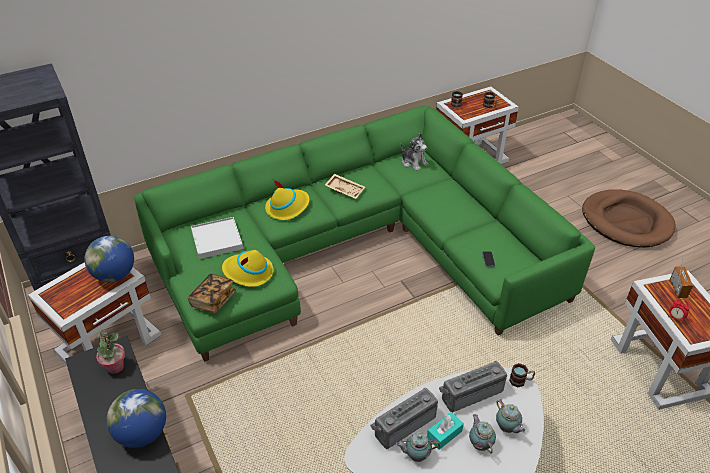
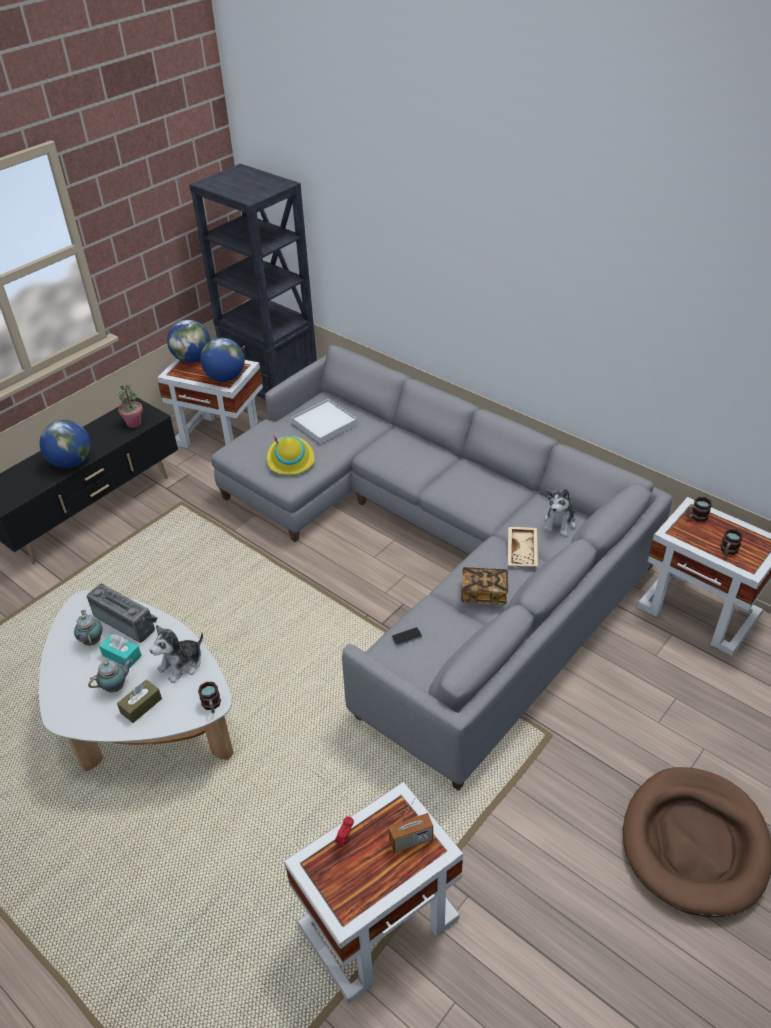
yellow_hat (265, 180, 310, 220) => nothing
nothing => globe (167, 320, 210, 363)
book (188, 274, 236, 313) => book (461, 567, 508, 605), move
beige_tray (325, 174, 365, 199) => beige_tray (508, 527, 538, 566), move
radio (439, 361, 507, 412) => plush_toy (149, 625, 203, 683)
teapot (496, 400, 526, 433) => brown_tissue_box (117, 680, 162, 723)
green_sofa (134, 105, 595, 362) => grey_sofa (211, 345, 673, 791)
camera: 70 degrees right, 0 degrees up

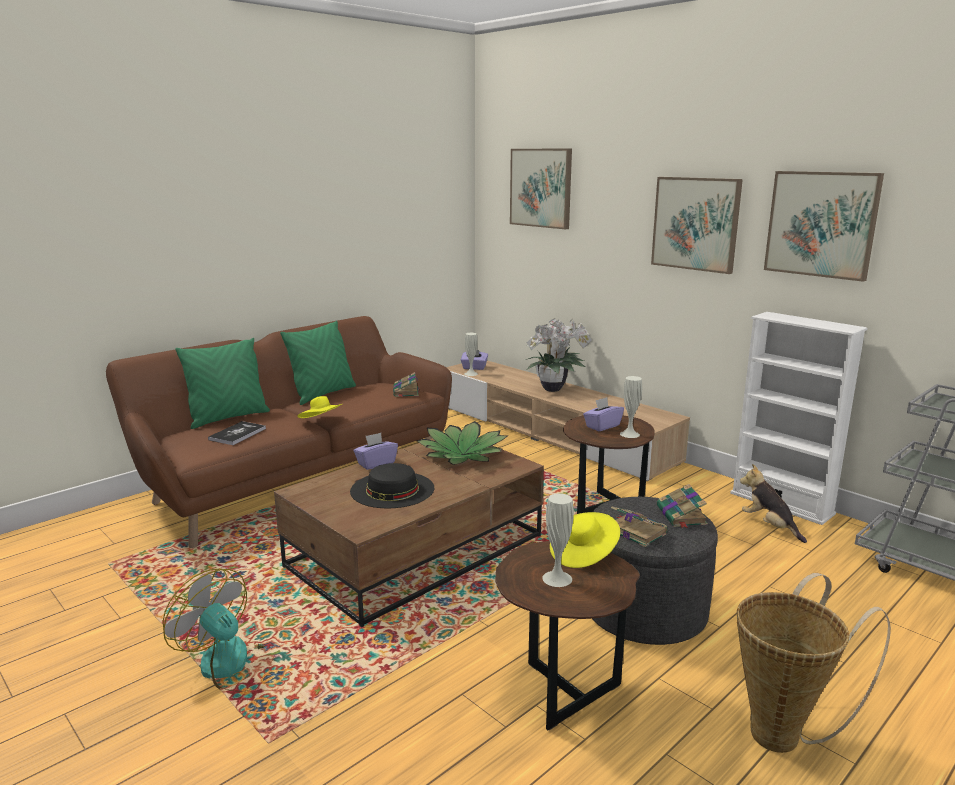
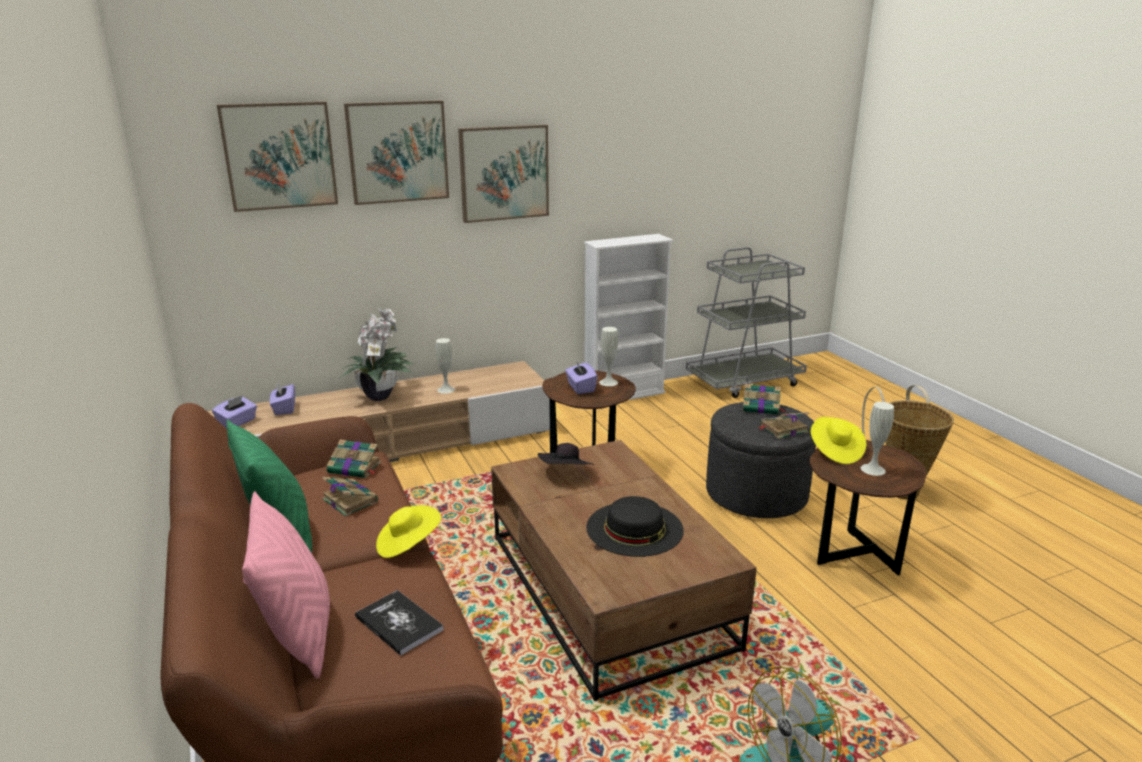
plush_toy (740, 464, 807, 543) => nothing
nothing => book (322, 477, 378, 517)
purple_tissue_box (353, 433, 398, 470) => purple_tissue_box (270, 382, 295, 415), move
white_vase (464, 333, 478, 376) => white_vase (435, 338, 455, 393), move
picture (764, 171, 884, 282) => picture (344, 100, 449, 205), move
potted_plant (417, 421, 507, 465) => black_hat (538, 443, 593, 465)
green_pillow (176, 338, 270, 429) => pink_pillow (242, 491, 330, 679)
camera: 70 degrees left, 5 degrees up

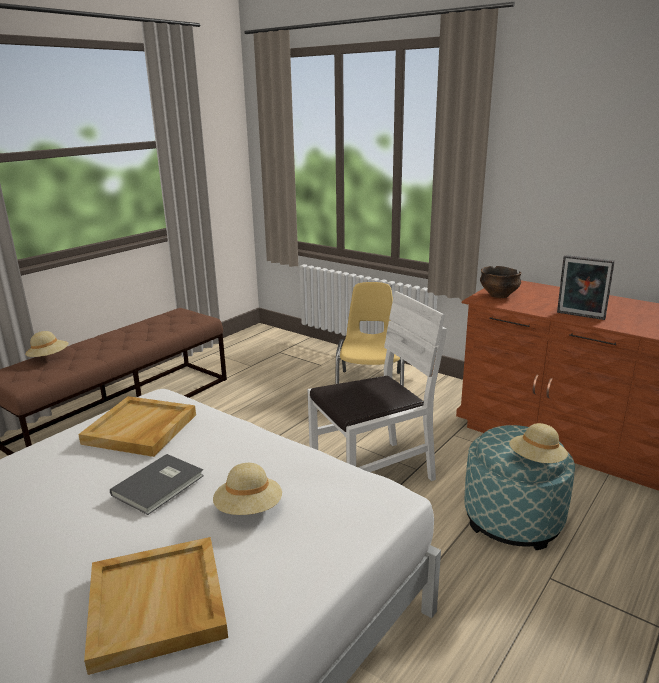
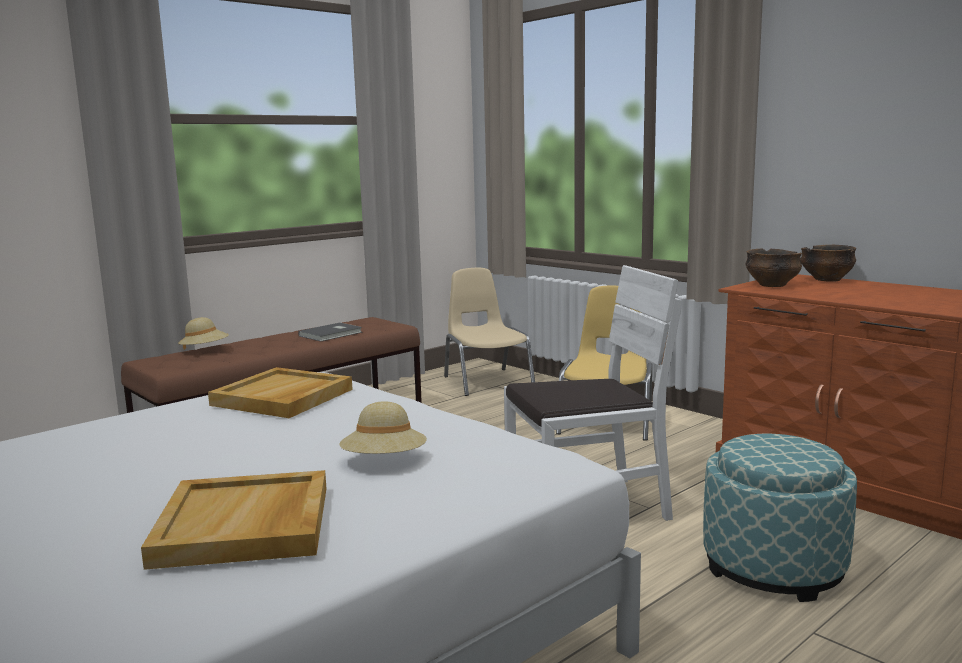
beige_hat (509, 423, 568, 463) => nothing
picture_frame (557, 255, 615, 320) => nothing
nothing => beige_chair (444, 268, 535, 396)
nothing => bowl (801, 245, 856, 282)
grey_book (110, 454, 204, 515) => grey_book (298, 323, 362, 342), move
camera: 10 degrees right, 10 degrees down

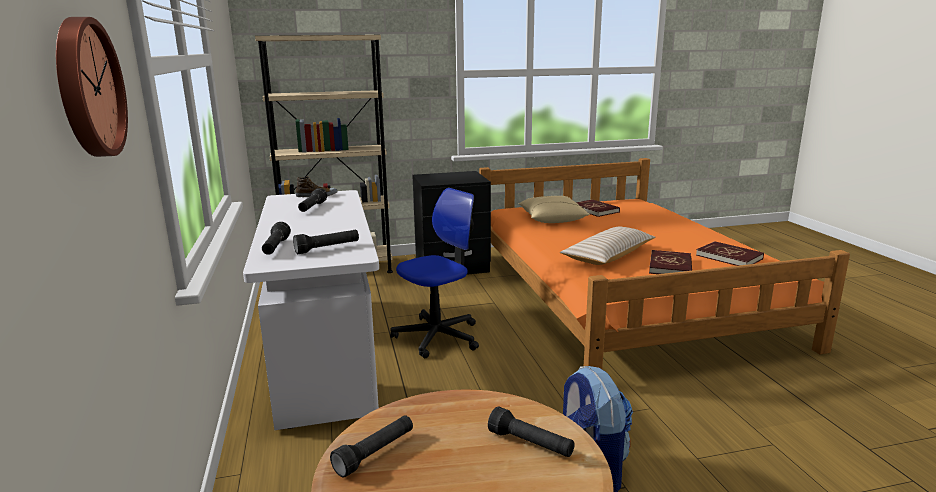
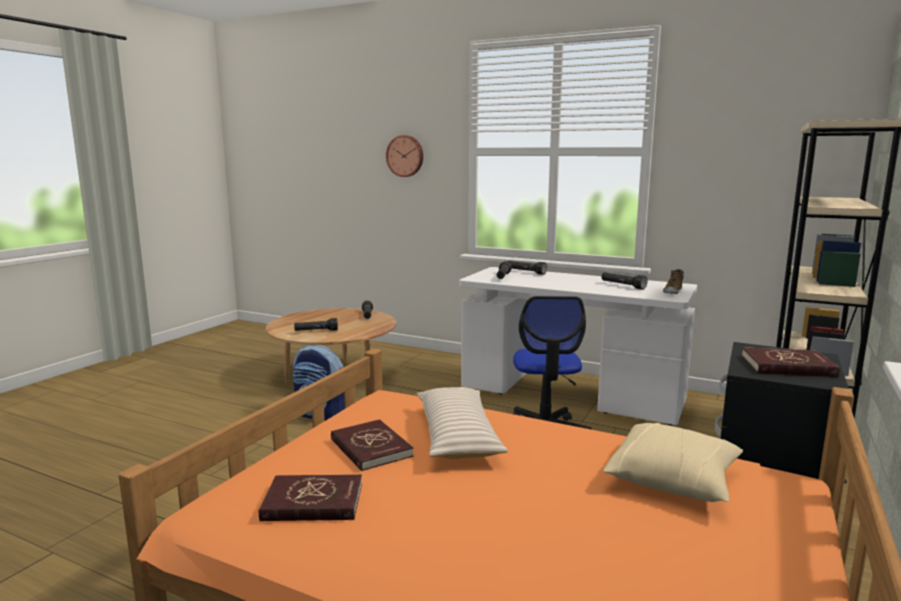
red_book (576, 199, 620, 217) => red_book (742, 347, 840, 377), move
camera: 130 degrees right, 5 degrees down

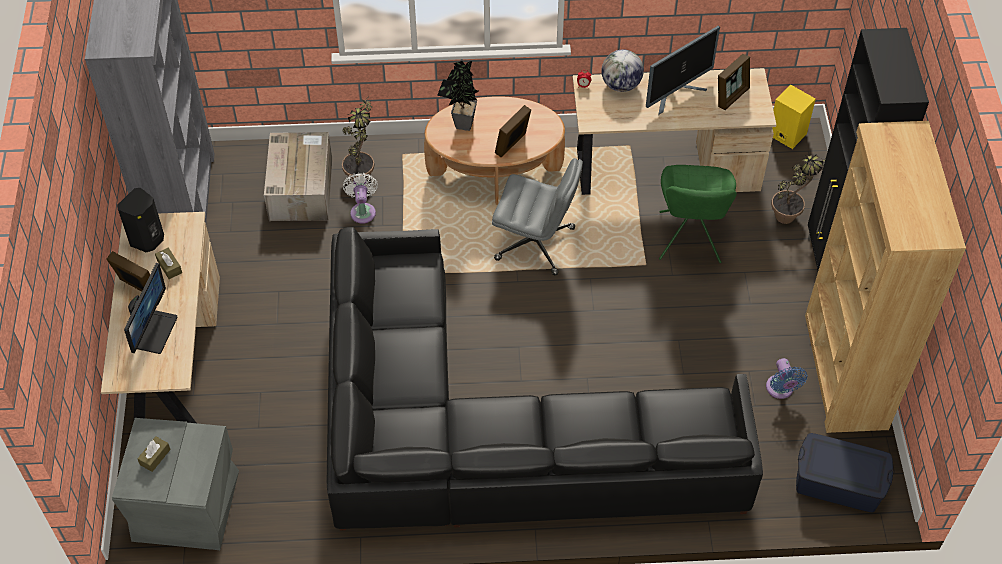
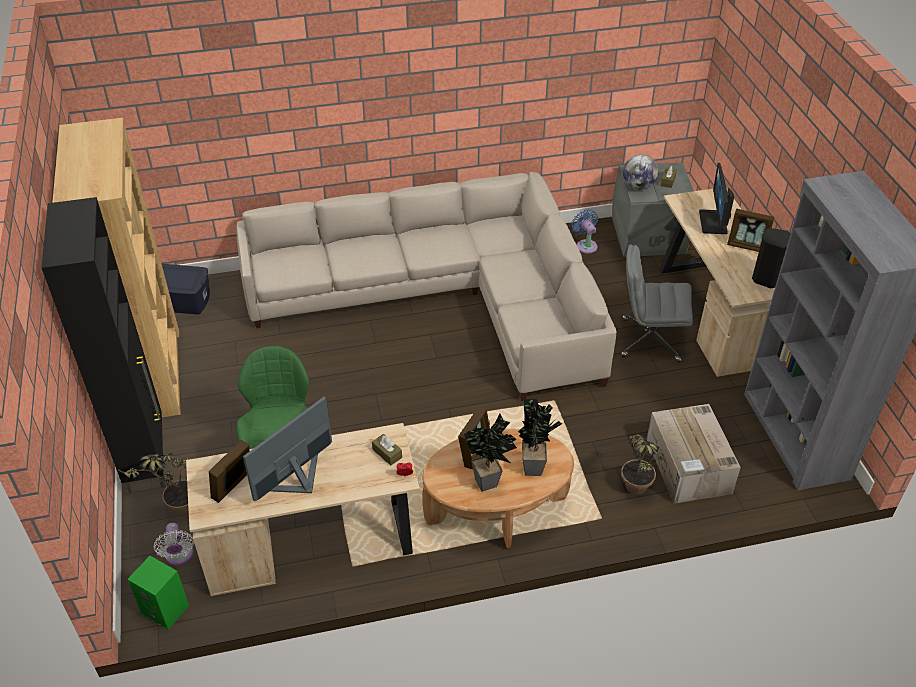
nothing => potted_plant (464, 413, 517, 492)
brown_tissue_box (155, 248, 182, 279) => brown_tissue_box (372, 434, 402, 466), move
white_fan (343, 173, 378, 224) => white_fan (153, 523, 194, 565), move
grey_office_chair (492, 158, 583, 275) => grey_office_chair (621, 244, 693, 363), move
globe (601, 49, 644, 92) => globe (623, 154, 658, 190), move
blue_fan (766, 358, 807, 399) => blue_fan (572, 209, 598, 254), move
black_sofa (327, 227, 763, 530) => beige_sofa (237, 172, 617, 401)
yellow_speaker (772, 85, 816, 149) => green_speaker (127, 556, 189, 629)
camera: 170 degrees right, 10 degrees down

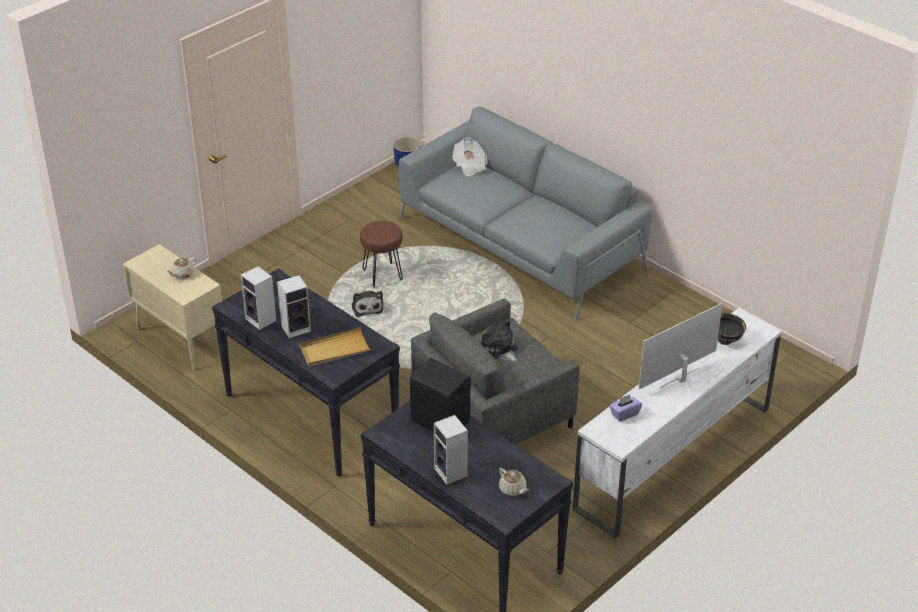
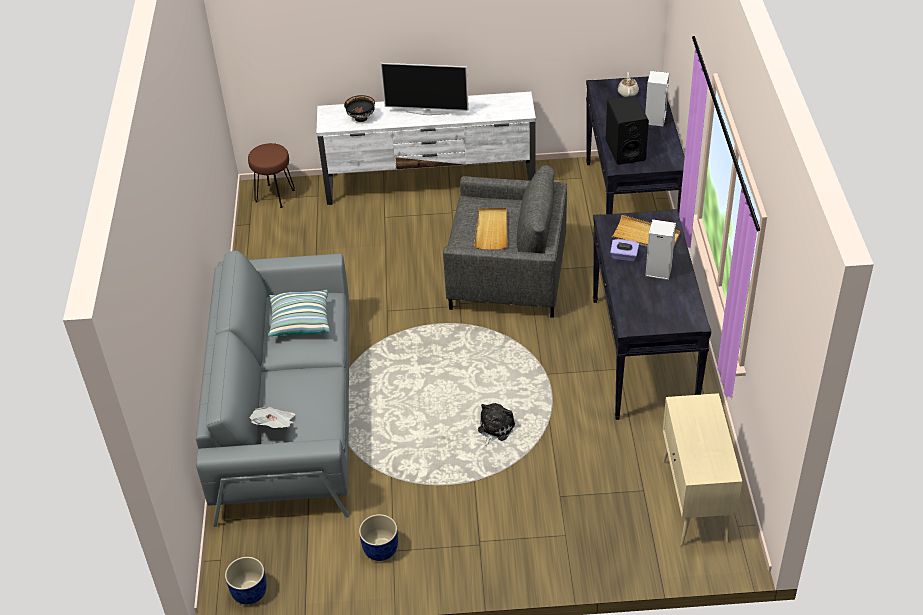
beige_teapot (166, 257, 196, 279) => nothing
speaker (241, 266, 276, 330) => nothing
nothing => pillow (268, 290, 330, 337)
nothing => blue_planter (359, 514, 398, 561)
brown_stool (360, 221, 403, 287) => brown_stool (248, 143, 295, 208), move
purple_tissue_box (609, 394, 642, 422) => purple_tissue_box (610, 239, 639, 262), move
plush_toy (480, 320, 518, 362) => beige_tray (474, 208, 508, 250)
camera: 135 degrees left, 5 degrees up

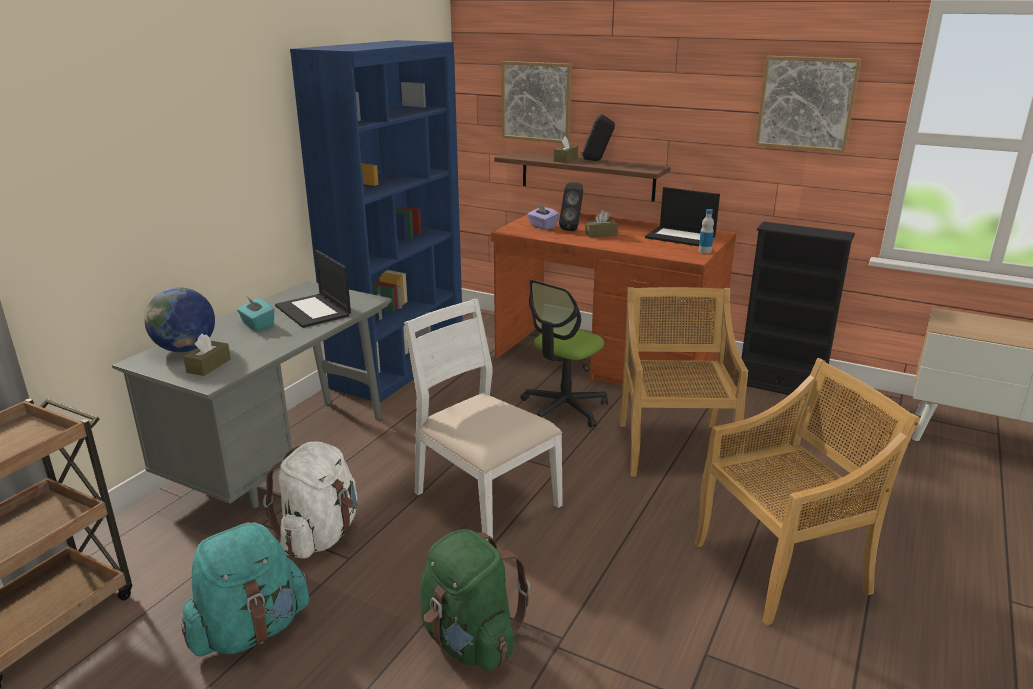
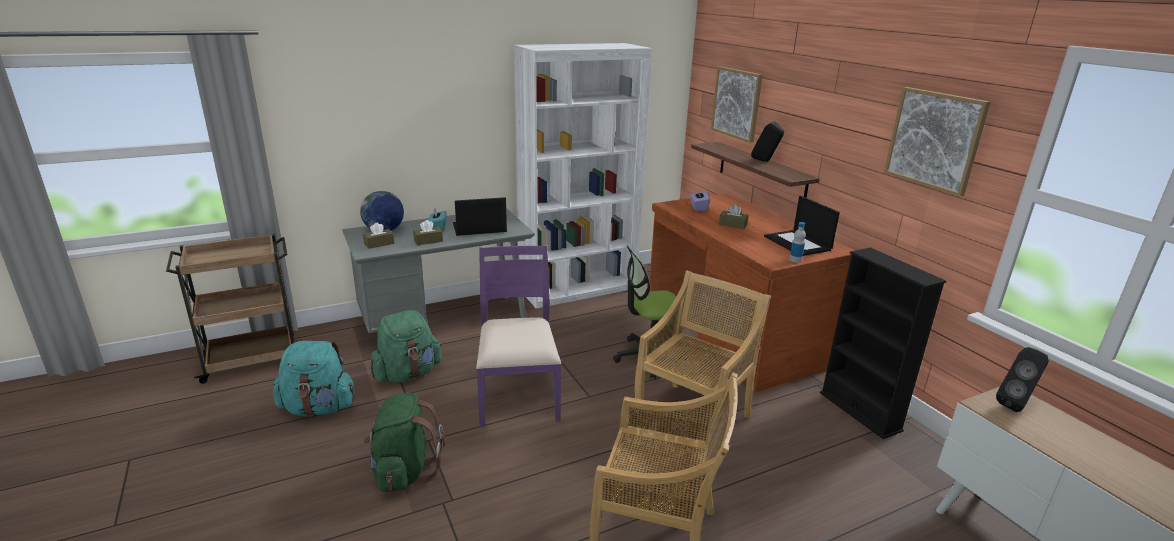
brown_tissue_box (554, 136, 578, 163) => brown_tissue_box (413, 220, 443, 245), move
black_speaker (559, 182, 583, 231) => black_speaker (996, 347, 1049, 412), move
white_backpack (263, 442, 357, 559) => green_backpack (370, 310, 442, 383)
blue_bookcase (290, 40, 463, 402) => white_bookcase (514, 43, 652, 309)
white_chair (404, 299, 563, 542) => purple_chair (476, 245, 561, 427)
laptop (275, 250, 351, 328) => laptop (453, 197, 507, 236), 75 degrees clockwise
camera: 35 degrees right, 0 degrees up

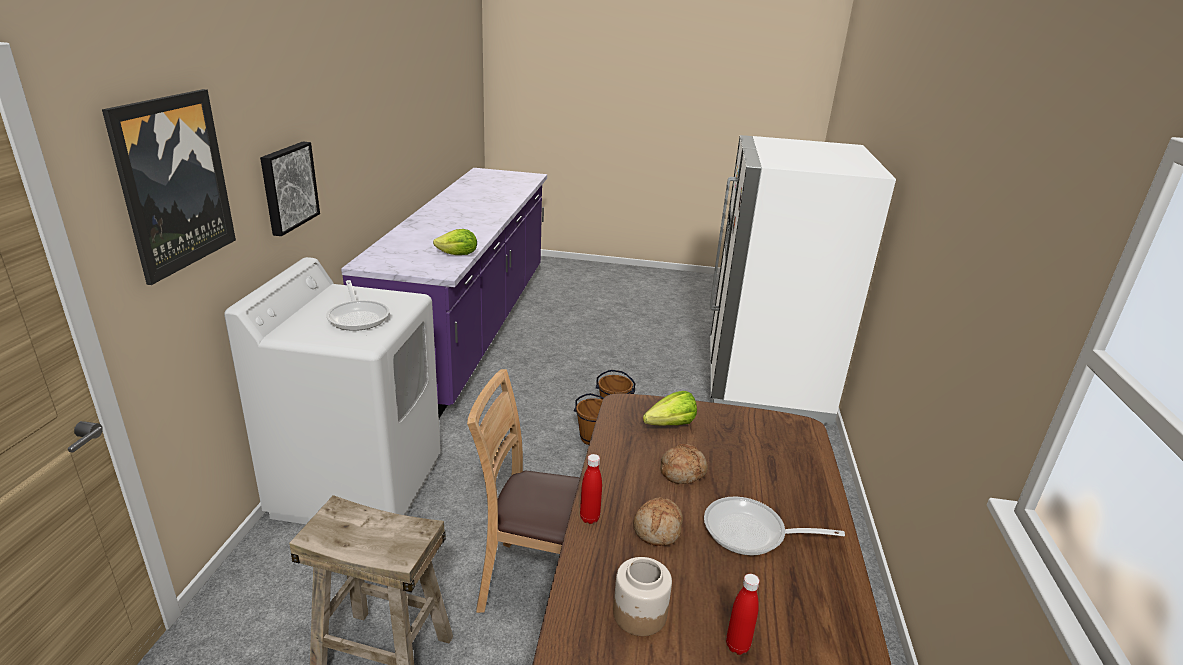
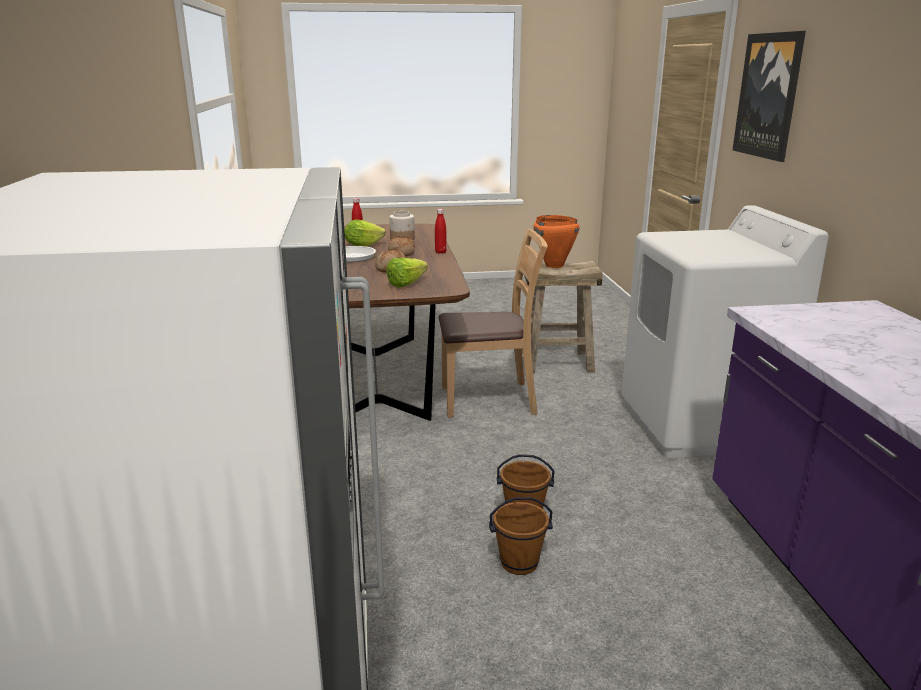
picture (260, 142, 320, 236) => nothing
frying_pan (326, 280, 390, 331) => nothing
nothing => orange_cooking_pot (533, 215, 579, 268)
lettuce (433, 229, 477, 255) => lettuce (344, 220, 386, 247), move
camera: 165 degrees right, 5 degrees down

